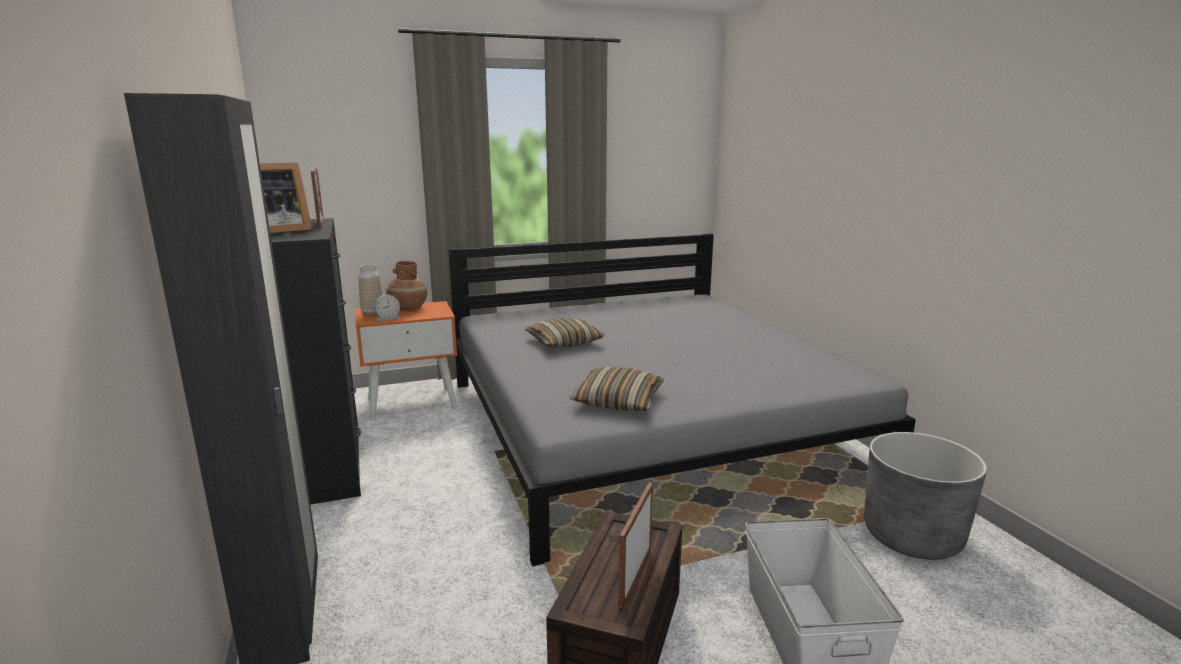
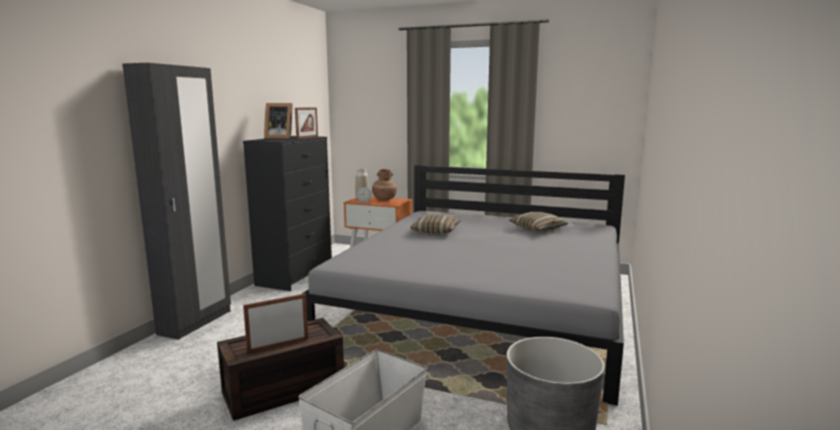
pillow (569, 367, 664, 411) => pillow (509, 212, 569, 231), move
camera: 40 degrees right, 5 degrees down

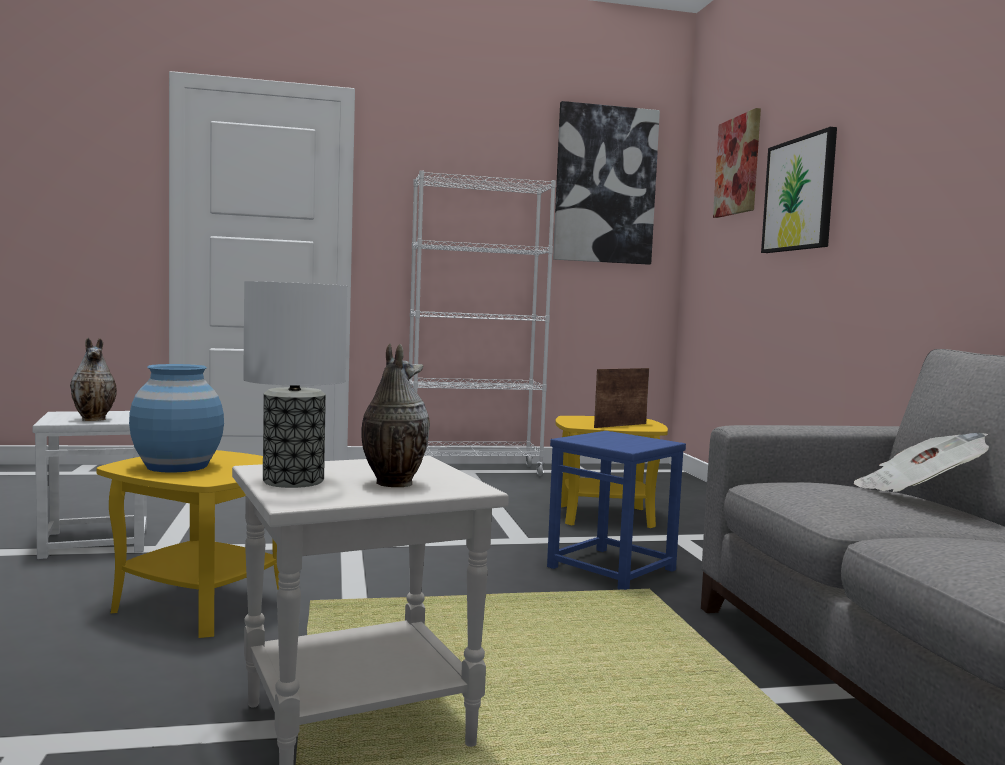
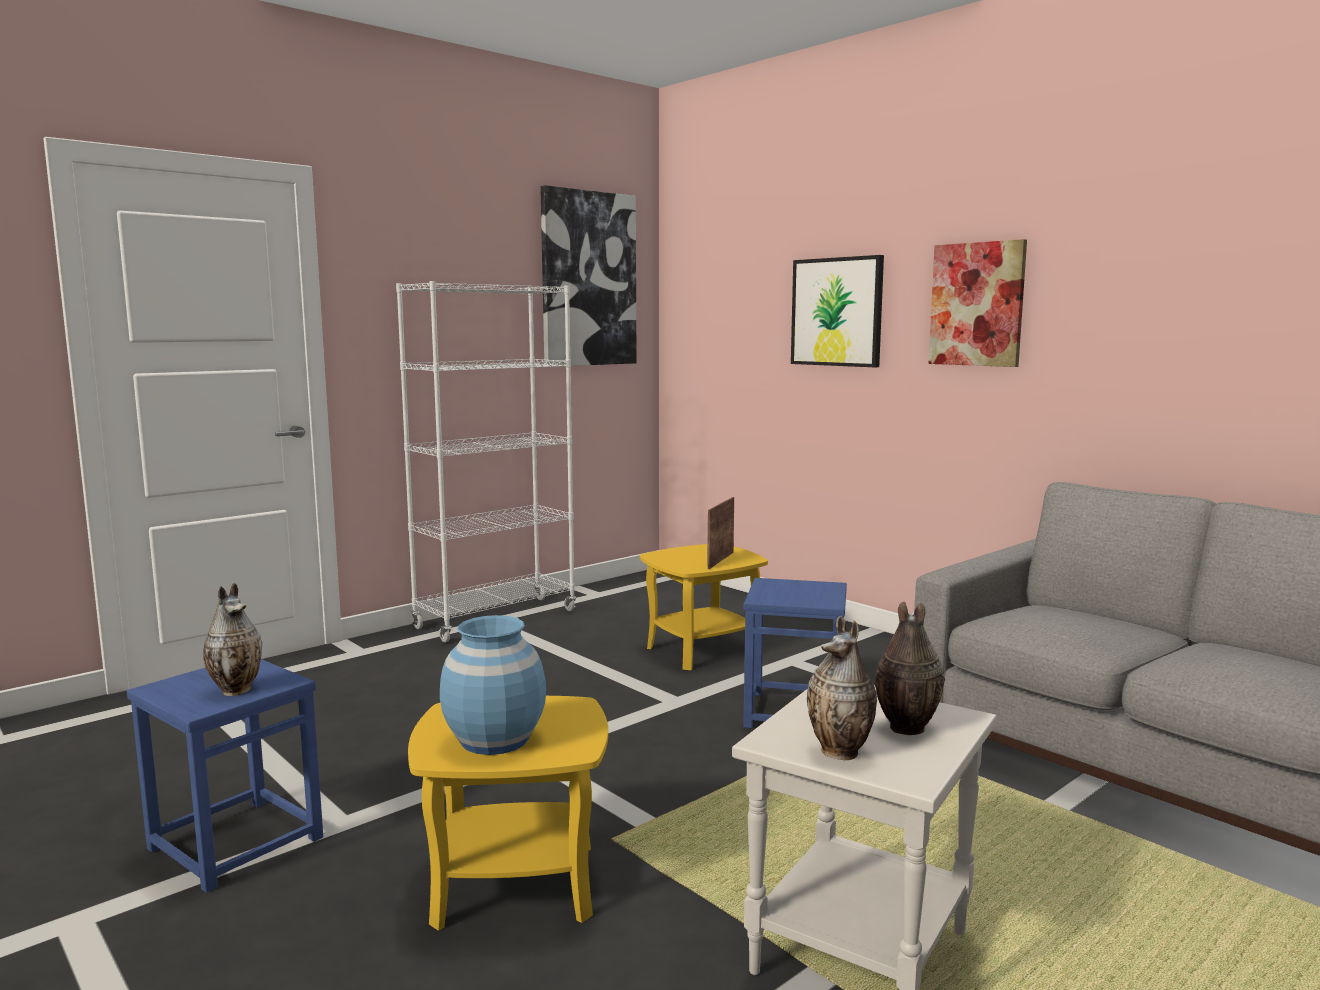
newspaper (854, 433, 989, 492) => nothing
picture (713, 108, 761, 218) => picture (928, 239, 1027, 367), move
table_lamp (243, 281, 347, 488) => vase (807, 616, 877, 760)
white_stool (33, 411, 147, 559) => blue_stool (127, 659, 323, 893)
camera: 30 degrees left, 5 degrees up

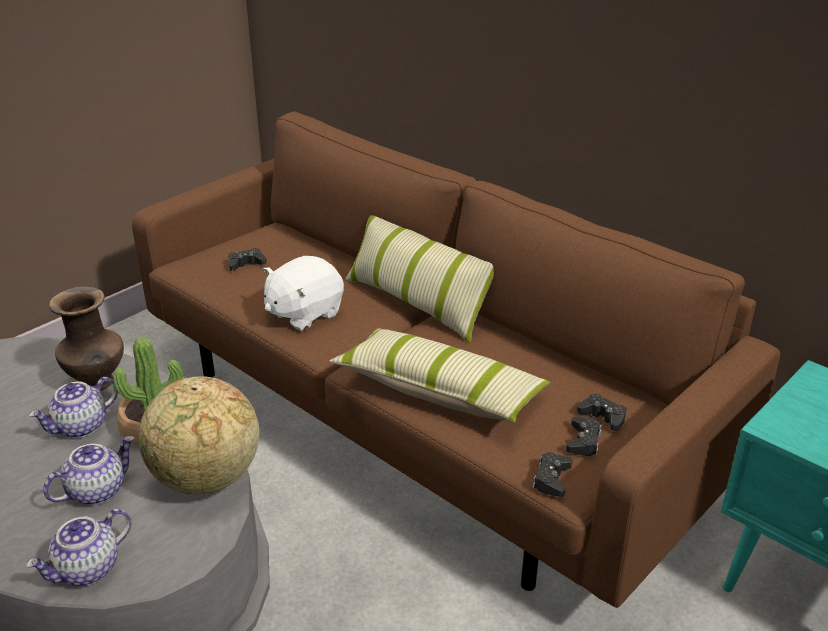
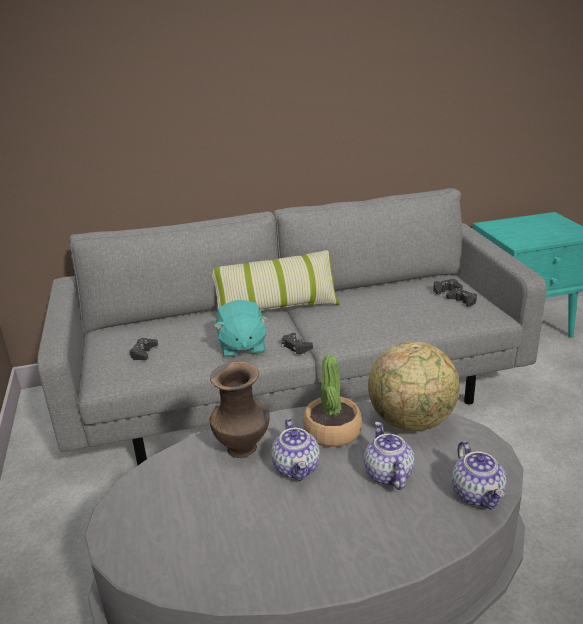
pillow (329, 329, 550, 423) => nothing
black_game_controller (533, 452, 573, 497) => black_game_controller (281, 333, 313, 355), move
brown_sofa (132, 111, 780, 608) => grey_sofa (37, 188, 546, 466)
white_plush_toy (263, 256, 344, 331) => turquoise_plush_toy (214, 300, 269, 358)
camera: 55 degrees left, 5 degrees down

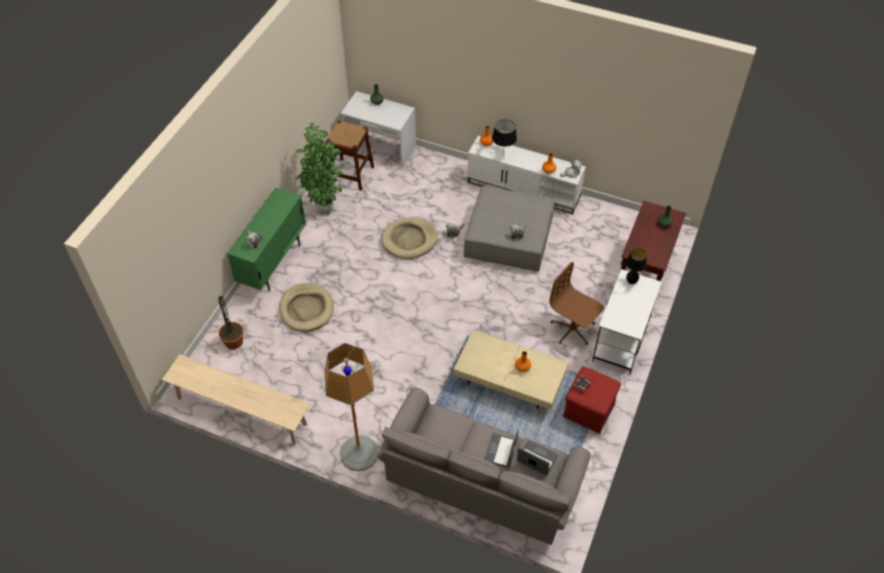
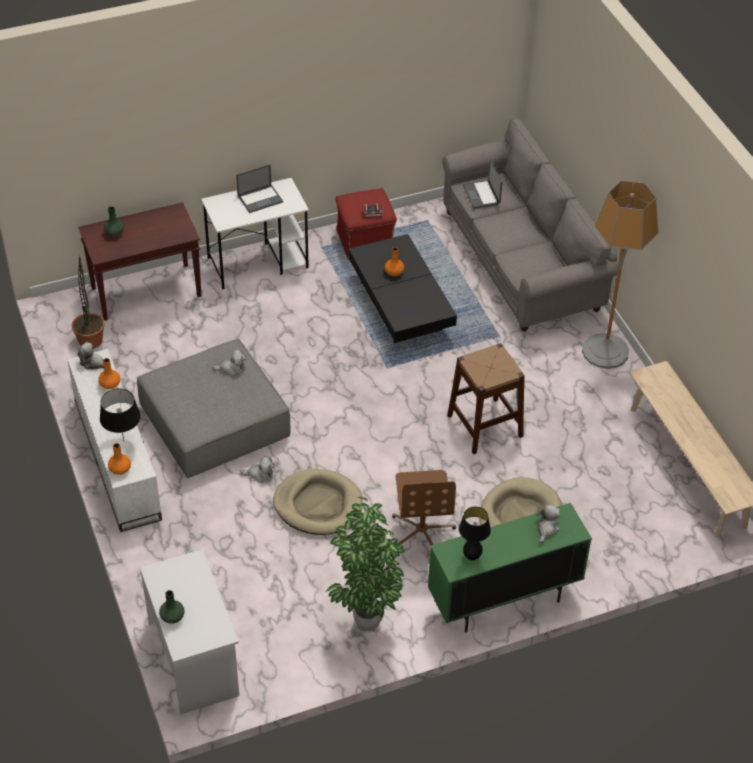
potted_plant (218, 296, 244, 349) => potted_plant (71, 256, 104, 349), move
brown_stool (326, 121, 374, 191) => brown_stool (447, 343, 525, 454), move
laptop (485, 428, 519, 468) => laptop (236, 165, 283, 213), move
brown_office_chair (549, 262, 604, 345) => brown_office_chair (392, 470, 456, 545), move
black_table_lamp (626, 249, 647, 284) => black_table_lamp (459, 507, 491, 560), move
beige_coffee_table (453, 329, 569, 410) => black_coffee_table (349, 234, 457, 343)
camera: 135 degrees left, 5 degrees down

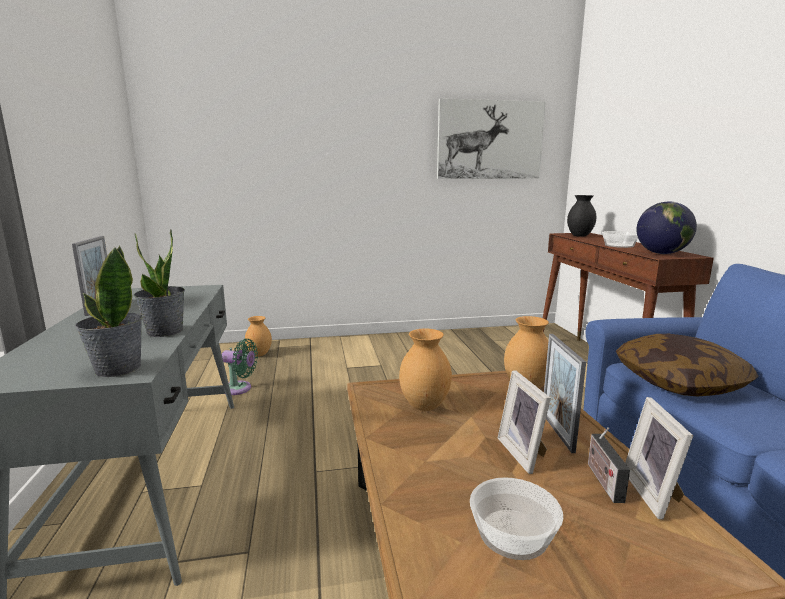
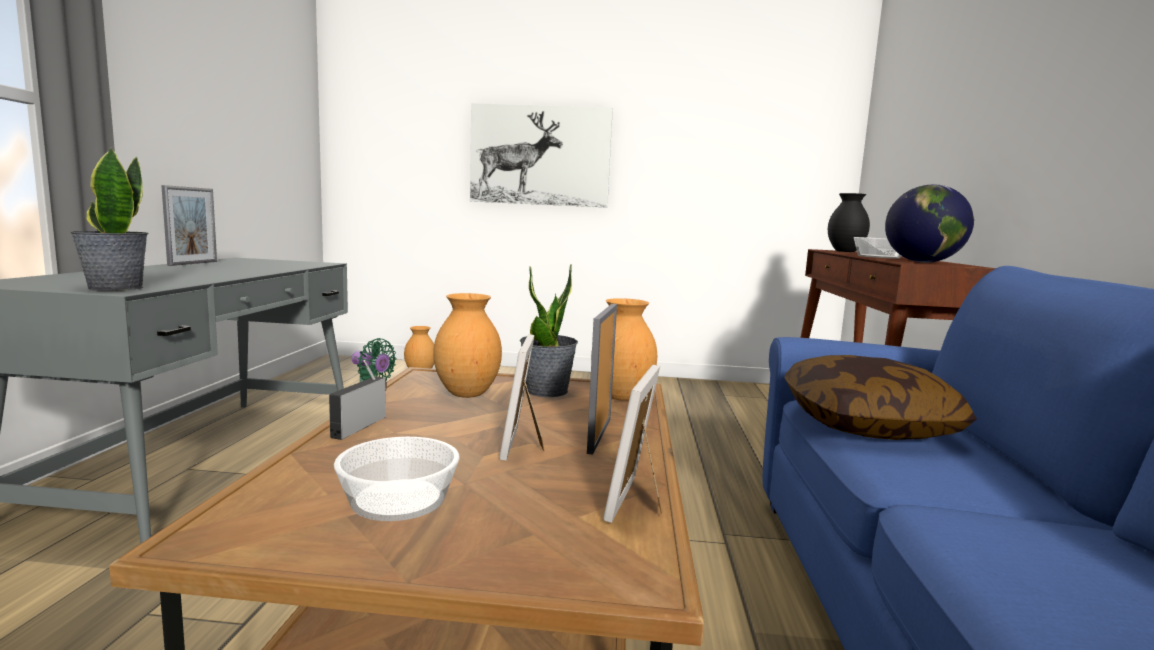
potted_plant (134, 229, 185, 337) => potted_plant (520, 264, 578, 397), move
picture (437, 98, 545, 179) => picture (470, 103, 613, 207), move
radio (588, 427, 630, 503) => radio (329, 360, 387, 440), move
camera: 15 degrees right, 5 degrees down

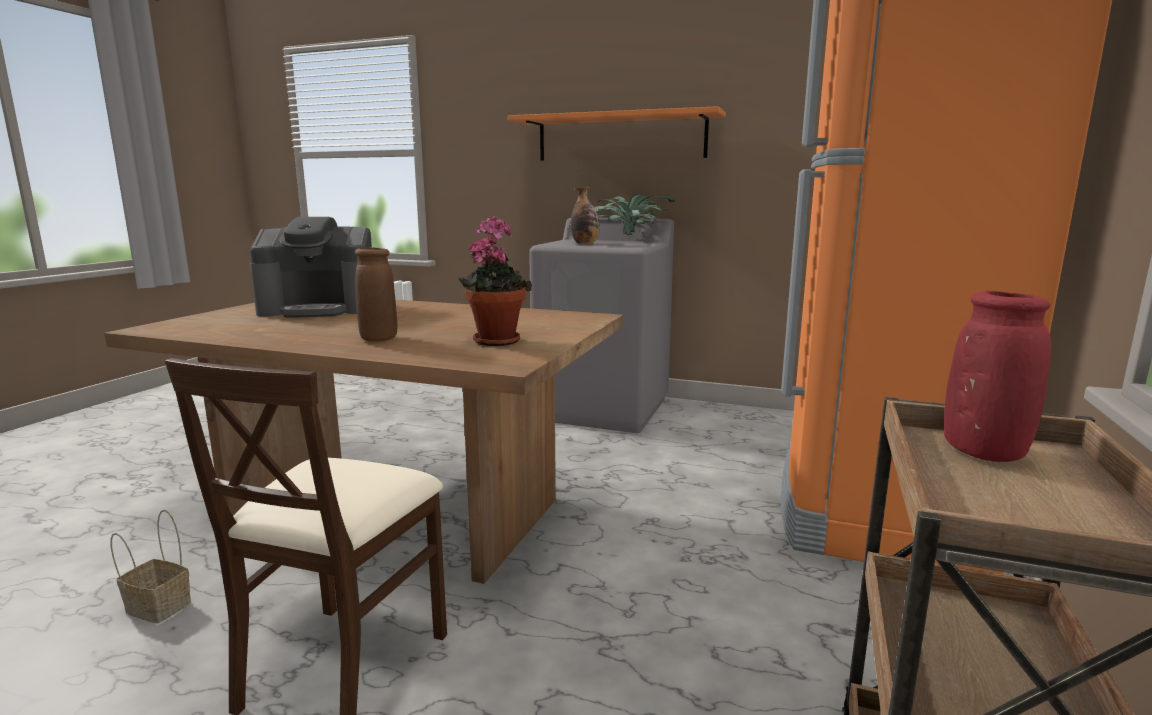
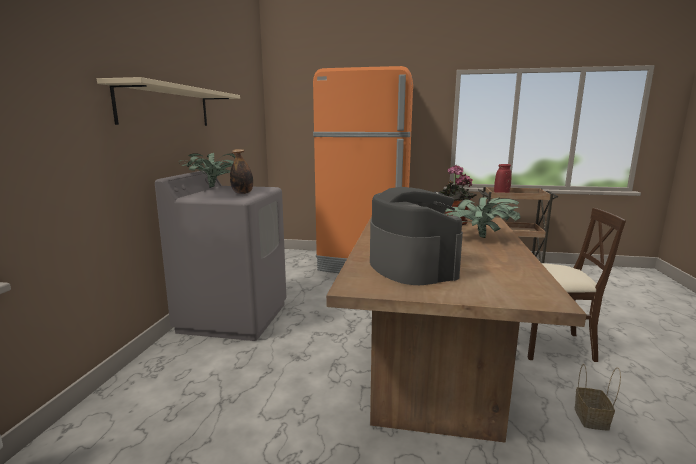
brown_vase (355, 247, 397, 342) => potted_plant (445, 197, 521, 238)
orange_shelf (508, 106, 726, 161) => beige_shelf (97, 77, 240, 126)
camera: 100 degrees left, 0 degrees up

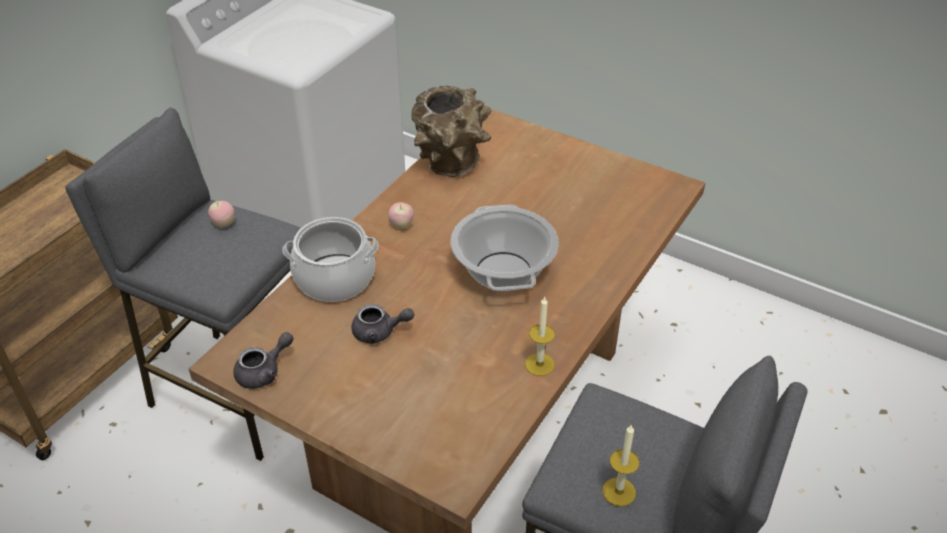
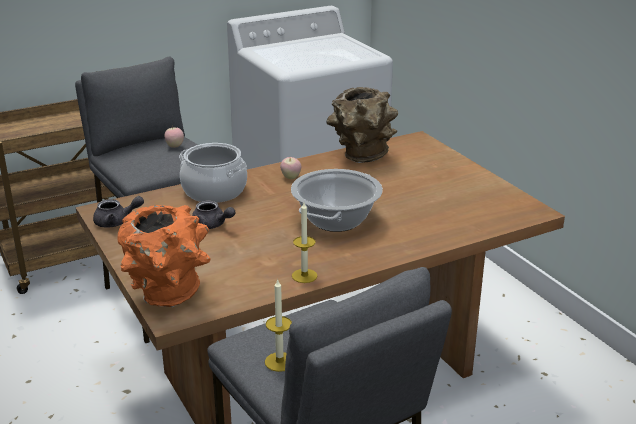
nothing => orange_vase (118, 205, 211, 307)
camera: 30 degrees right, 15 degrees down

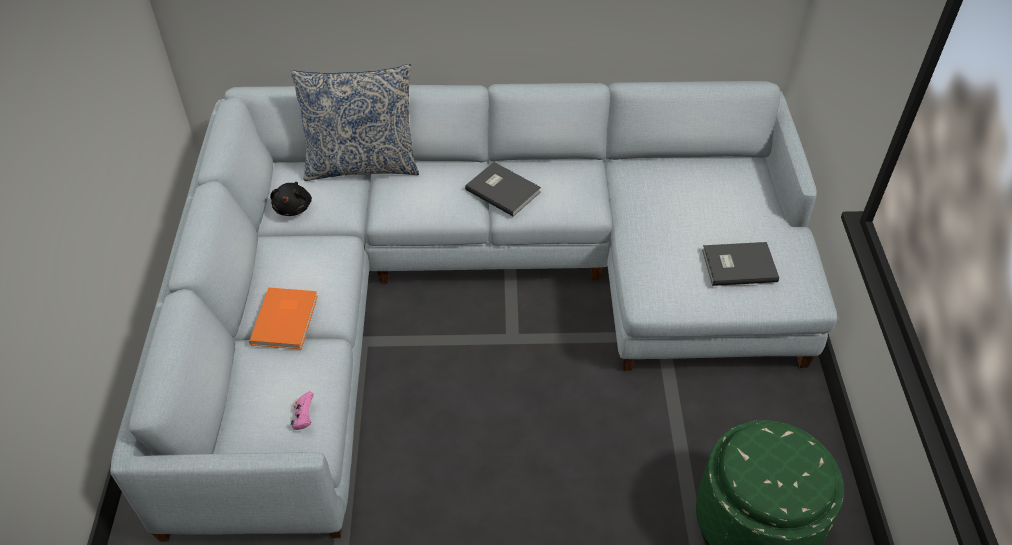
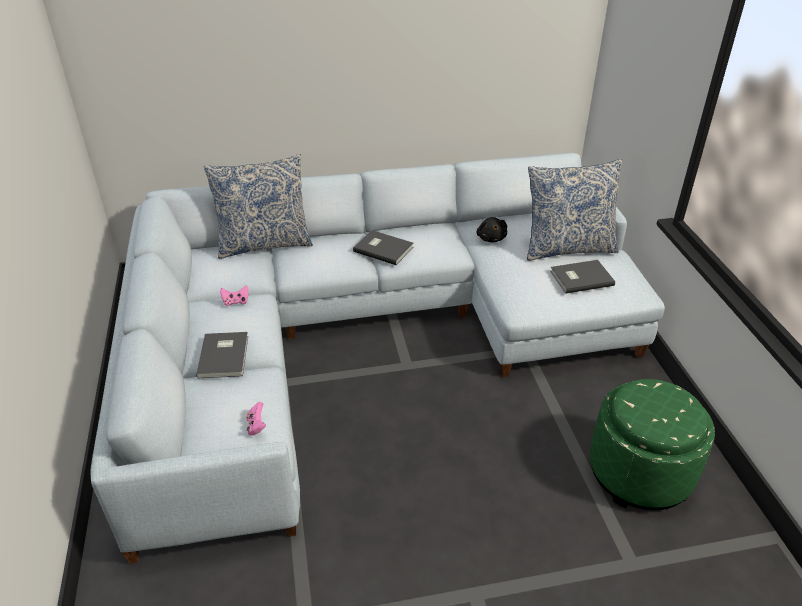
nothing => pink_game_controller (220, 285, 249, 306)
nothing => pillow (527, 159, 622, 261)
black_plush_toy (270, 182, 312, 216) => black_plush_toy (477, 217, 507, 242), move
orange_book (249, 287, 318, 349) => grey_book (196, 332, 248, 378)
camera: 10 degrees left, 10 degrees down

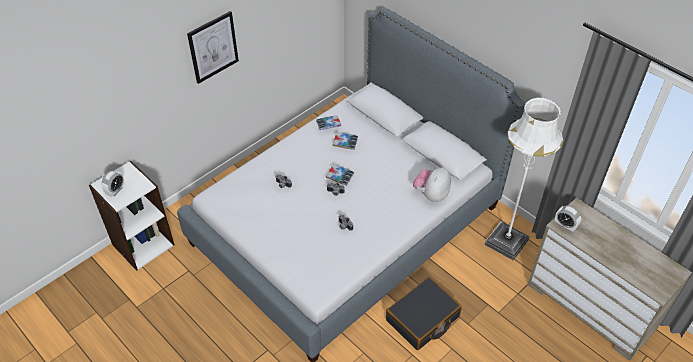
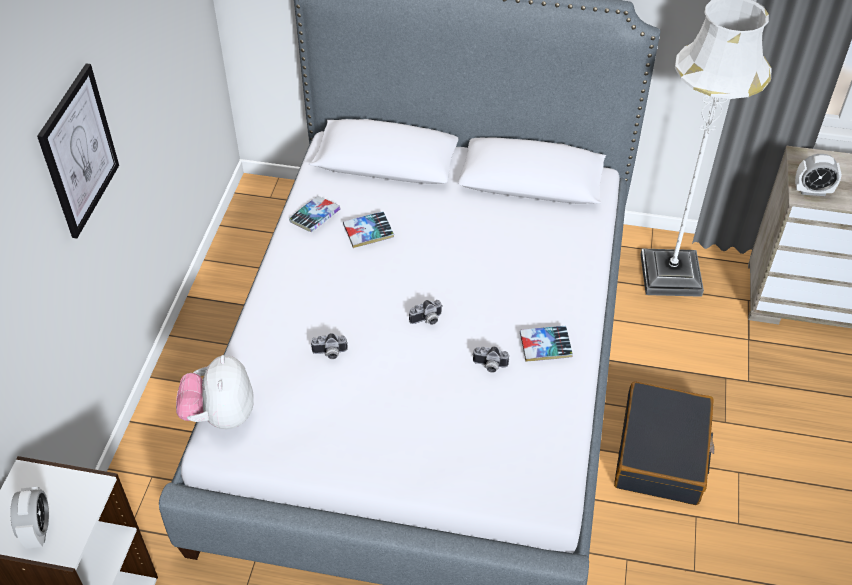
book (326, 164, 354, 186) => book (520, 326, 573, 362), move
plush_toy (413, 167, 451, 202) => plush_toy (176, 355, 254, 429), move
camera: 35 degrees left, 0 degrees up

